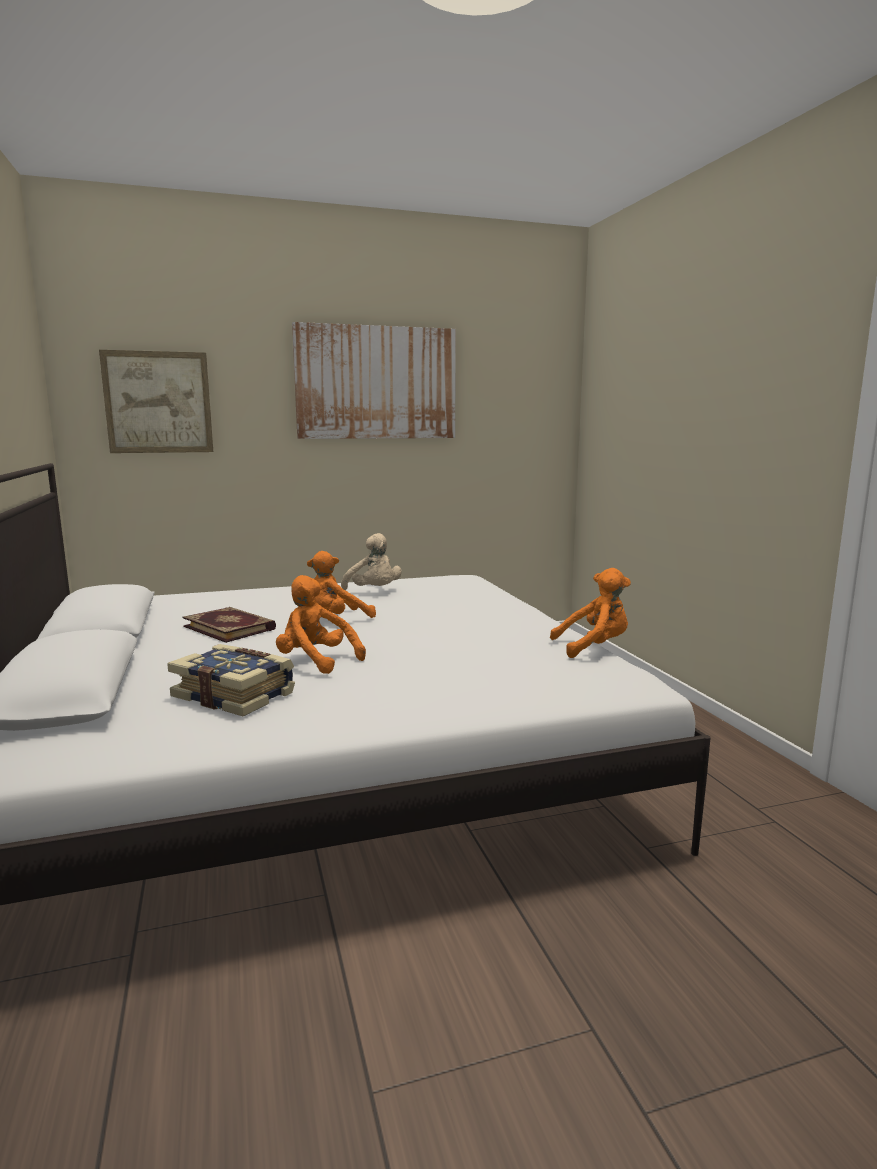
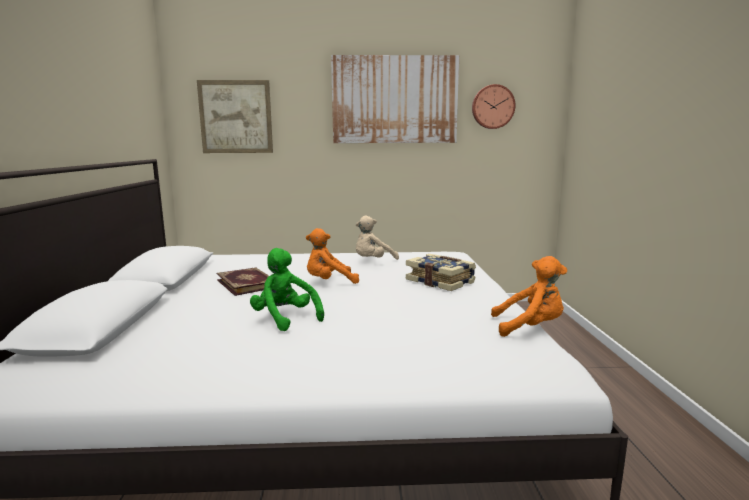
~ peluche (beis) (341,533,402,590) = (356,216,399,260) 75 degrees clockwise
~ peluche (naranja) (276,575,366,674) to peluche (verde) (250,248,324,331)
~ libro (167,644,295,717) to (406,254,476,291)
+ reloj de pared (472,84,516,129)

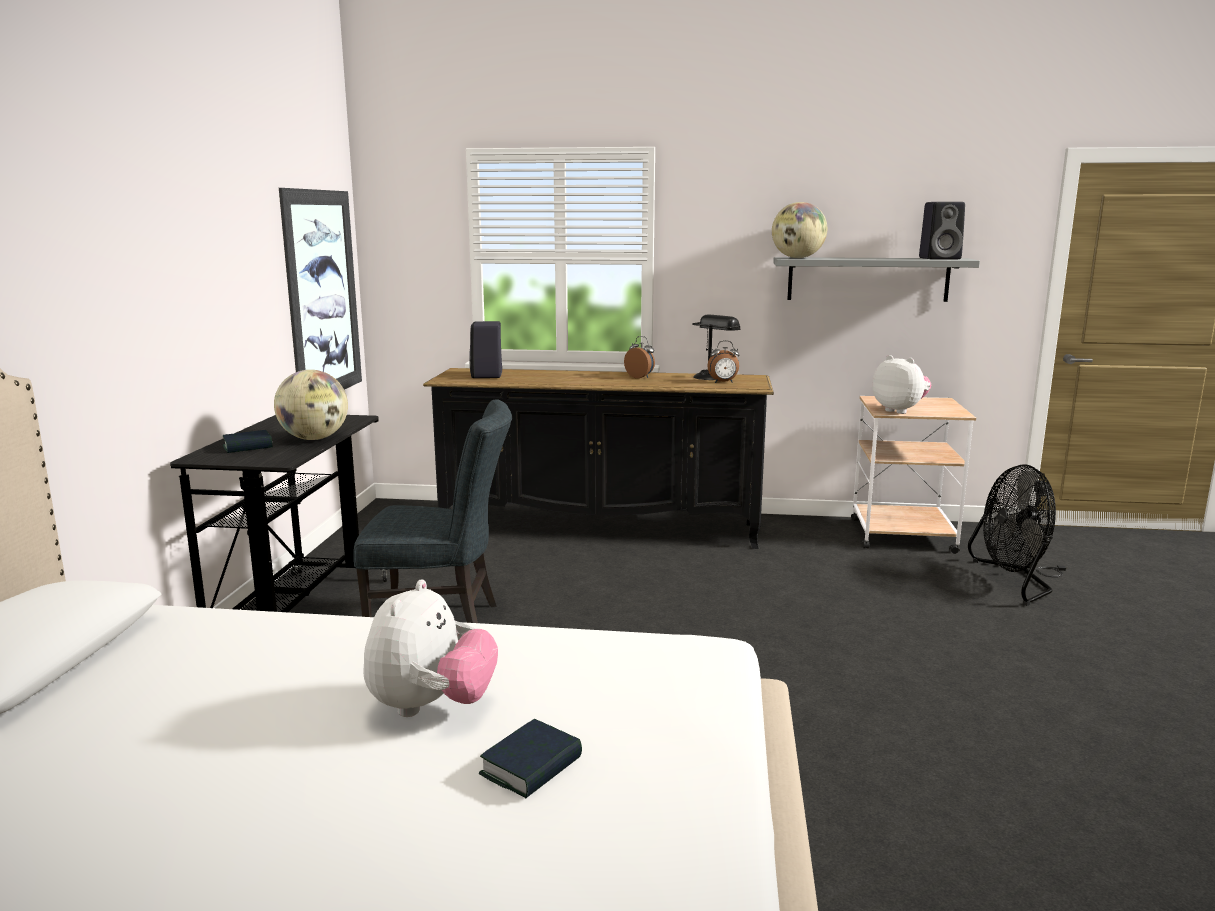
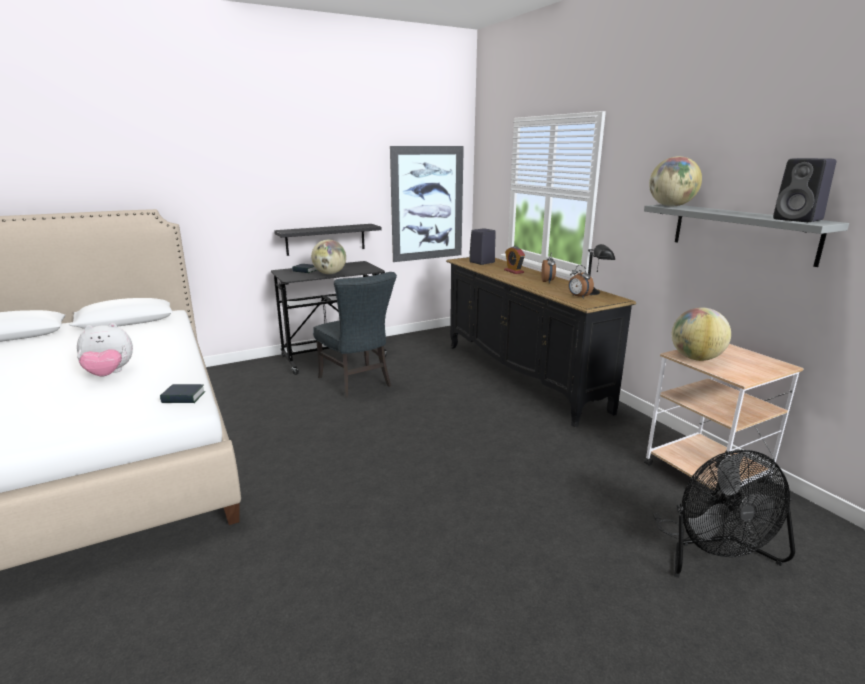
~ peluche (872,355,931,414) to globo terráqueo (672,307,731,361)
~ ventilador (negro) (968,464,1067,606) = (653,449,795,578) 150 degrees counterclockwise
~ libro (479,719,582,798) to (160,384,205,403)
+ estante (negro) (274,224,382,256)
+ despertador (504,246,525,274)

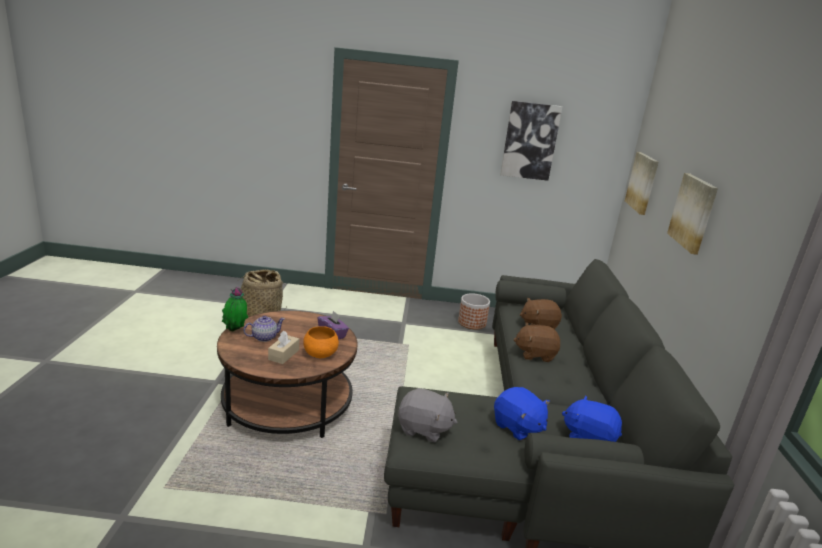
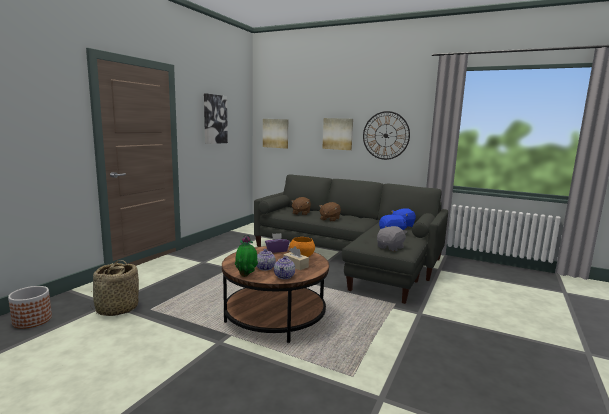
~ maceta (458,293,490,329) to (8,286,52,329)
+ reloj de pared (363,111,410,160)
+ tetera (274,256,295,279)

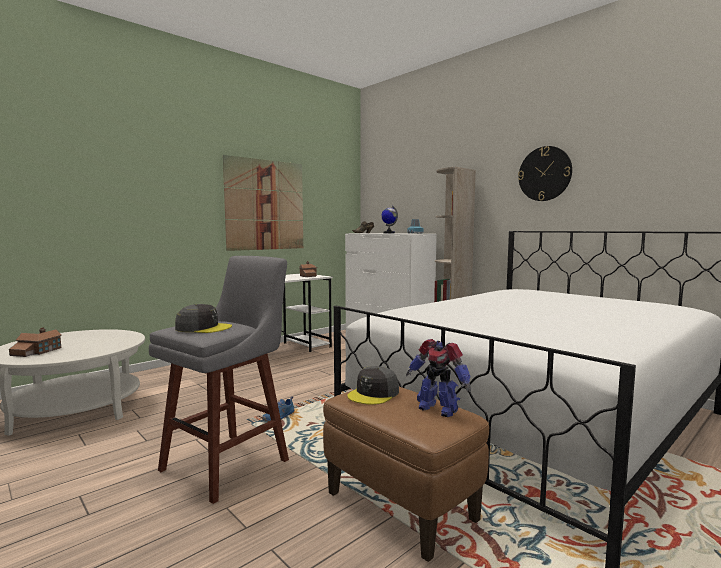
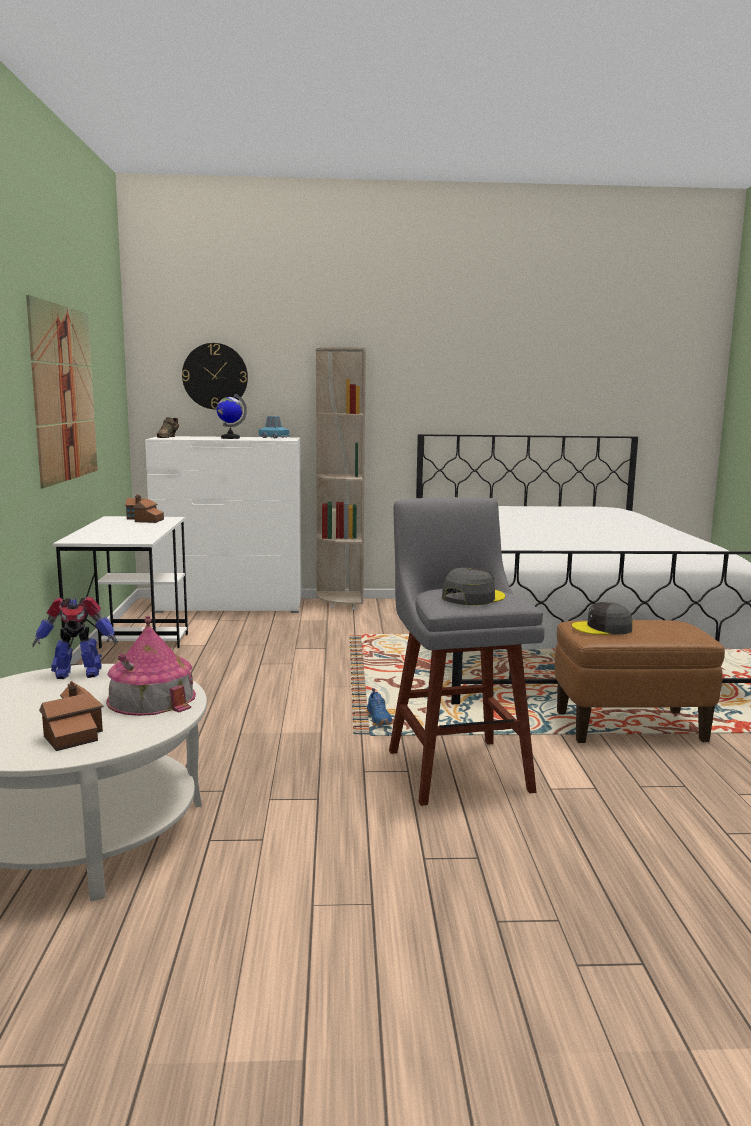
~ reloj de pared (518,146,572,201) to (182,343,248,409)
~ robot de juguete (406,339,471,417) to (32,597,117,679)
~ gorra (gris) (348,366,399,405) = (572,602,633,635) 105 degrees clockwise
+ casita (106,615,196,716)

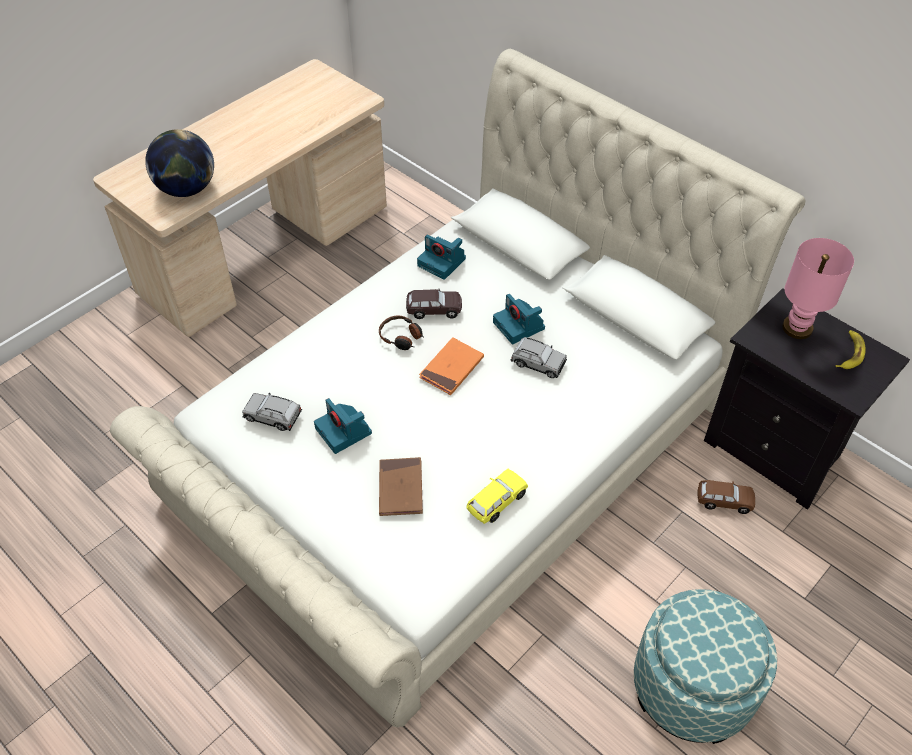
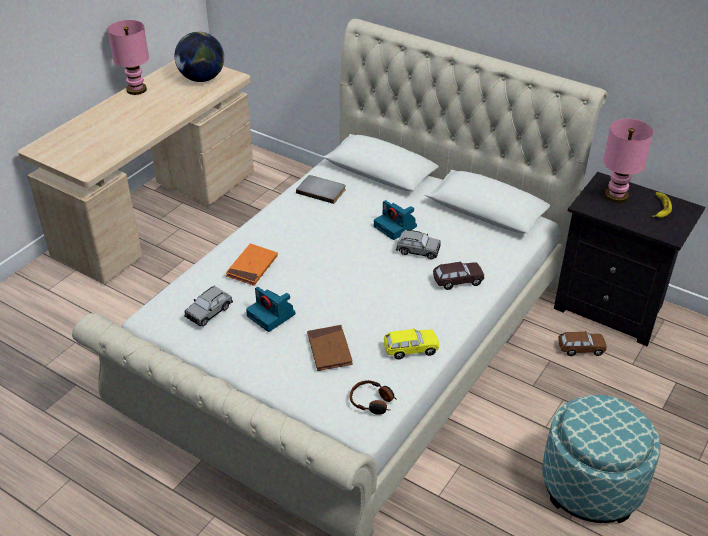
~ globo terráqueo (145,129,214,197) to (175,32,224,82)
~ cámara (417,235,466,280) to libro (gris) (296,175,346,204)
~ coche de juguete (marrón) (406,289,462,319) to (433,261,484,290)
~ auriculares (379,316,424,350) to (350,380,397,415)
~ libro (naranja) (419,337,484,395) to (226,244,278,285)
~ coche de juguete (gris) (242,393,302,431) = (184,286,233,326) 60 degrees counterclockwise
~ coche de juguete (amarillo) (467,469,528,524) = (384,328,439,360) 45 degrees clockwise
+ lámpara de mesa (rosa) (107,20,149,95)

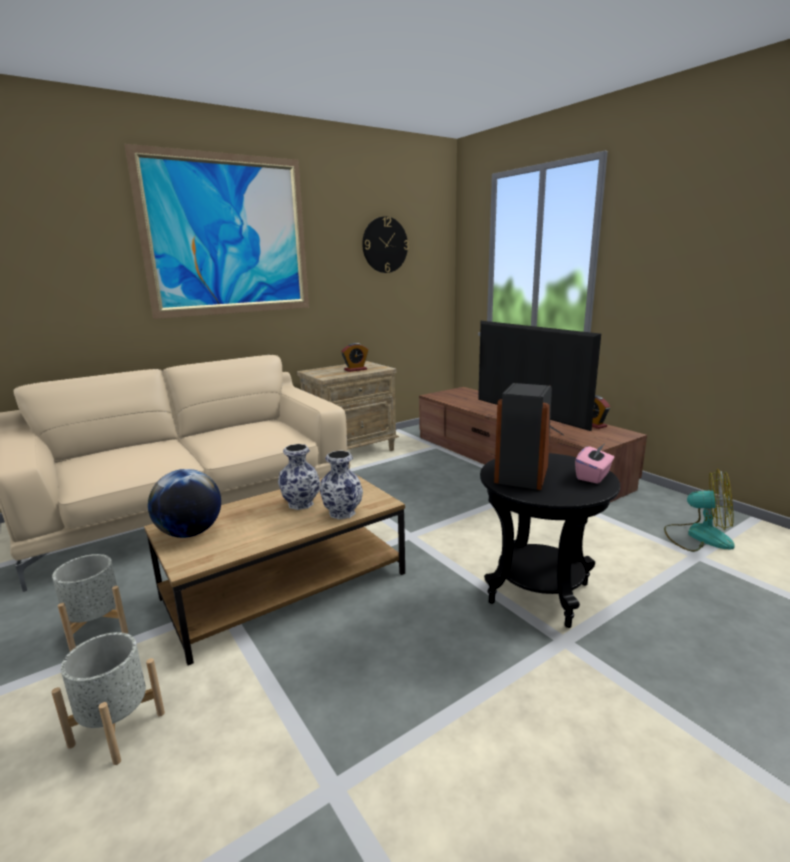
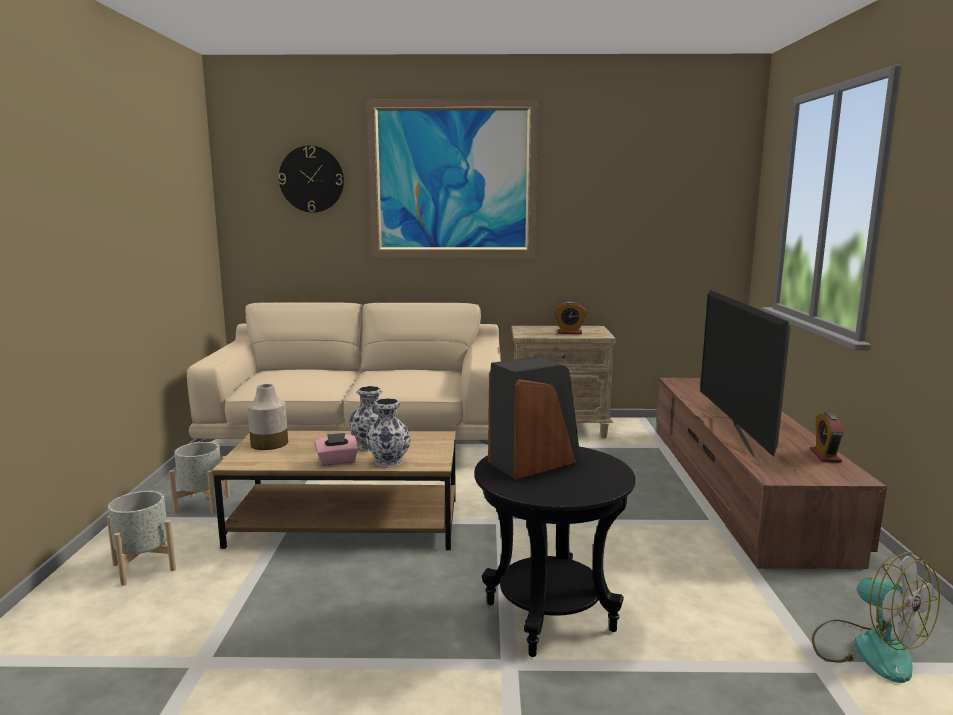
~ reloj de pared (362,216,409,273) to (279,146,344,213)
~ caja de pañuelos (rosa) (575,443,614,484) to (315,433,358,466)
~ globo terráqueo (148,469,221,538) to florero (beis) (248,384,288,450)

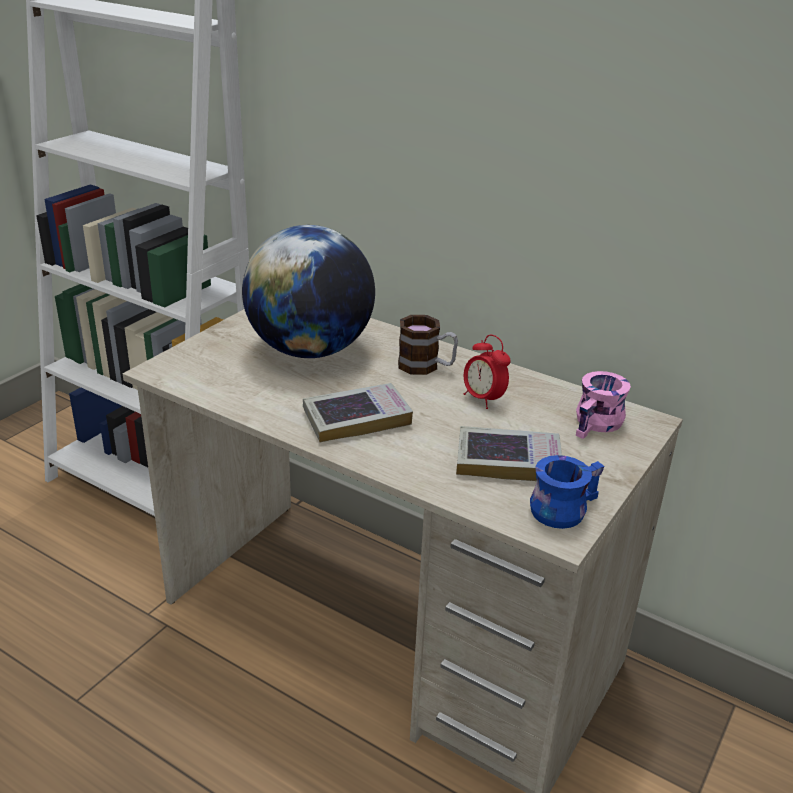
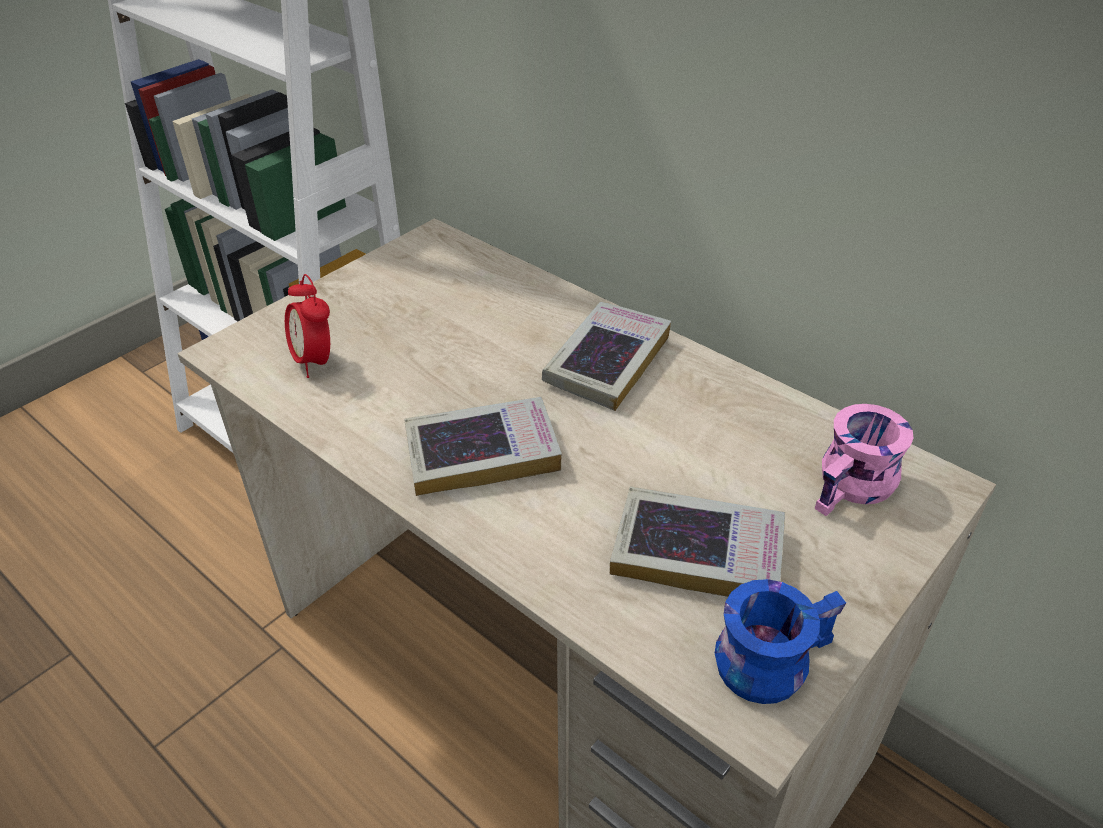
- globo terráqueo (242,225,375,358)
~ taza grande (398,315,458,375) to libro (542,302,671,411)
~ despertador (464,334,511,409) to (285,274,330,378)

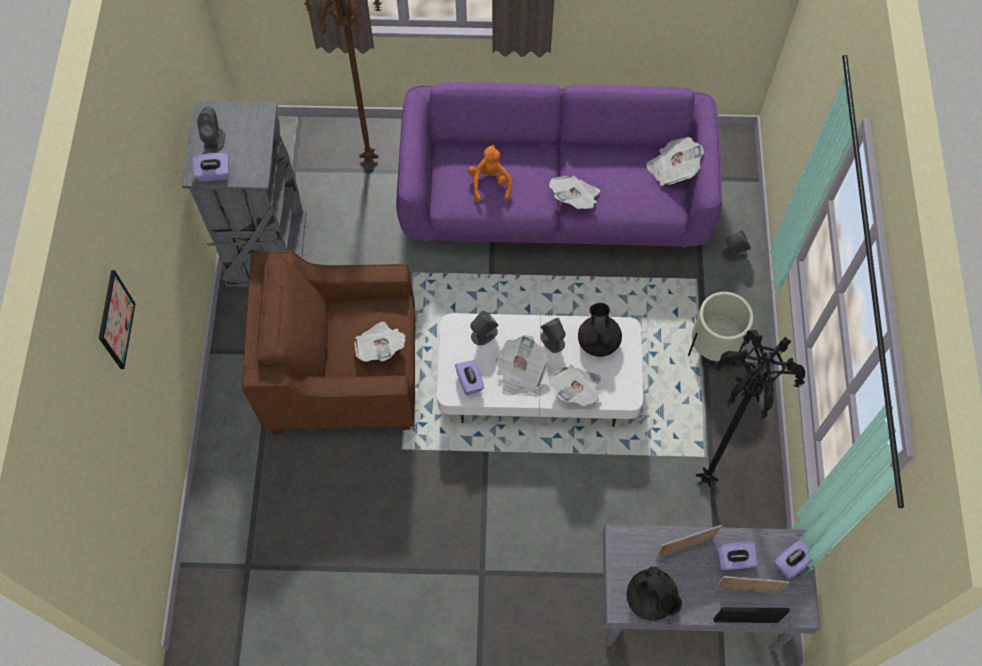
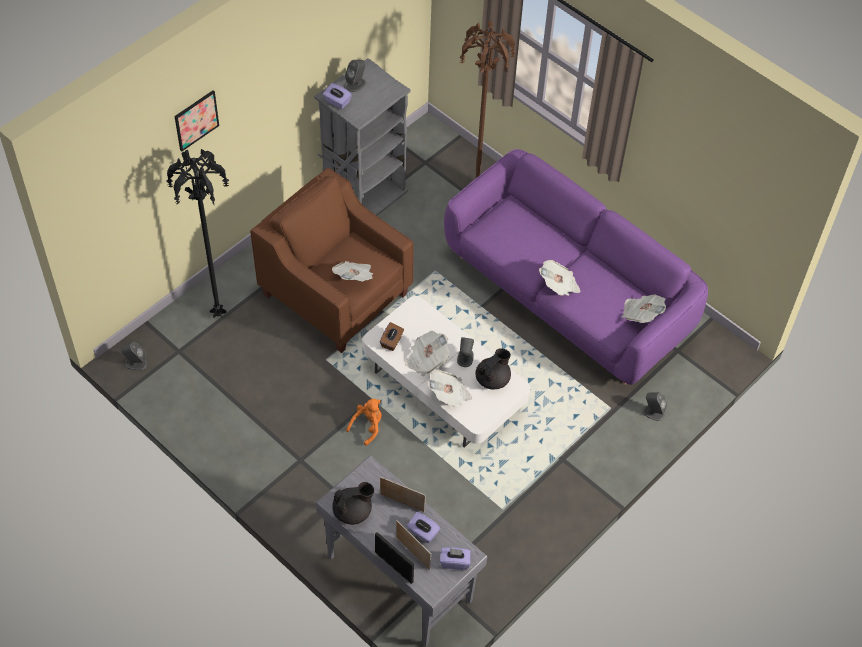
~ peluche (naranja) (468,145,512,202) to (346,399,382,446)
- maceta (beis) (688,292,753,365)
~ altavoz (gris) (470,310,498,346) to (121,342,147,370)
~ lámpara de pie (negro) (696,330,805,488) to (166,149,229,318)
~ caja de pañuelos (morado) (455,360,484,395) to caja de pañuelos (marrón) (380,322,404,351)
~ tetera (negro) (627,566,682,621) = (332,482,374,525) 120 degrees counterclockwise

